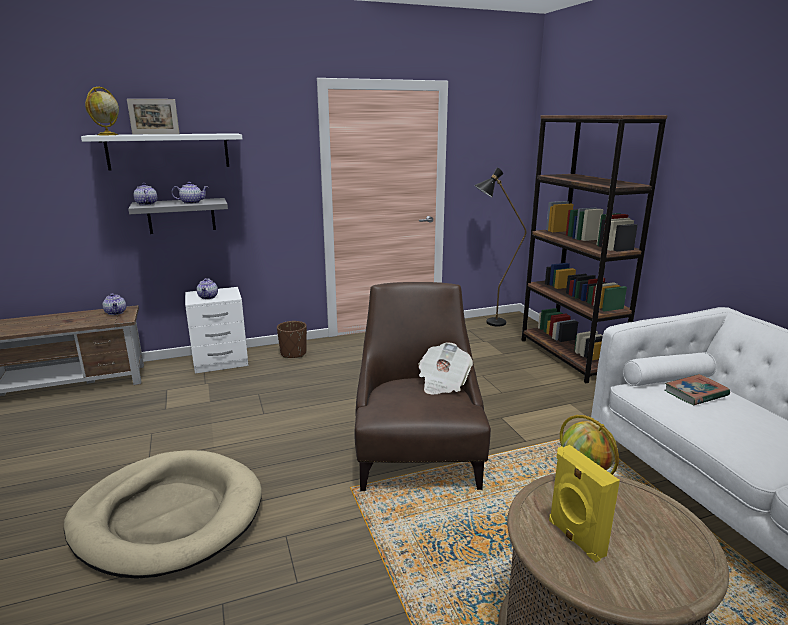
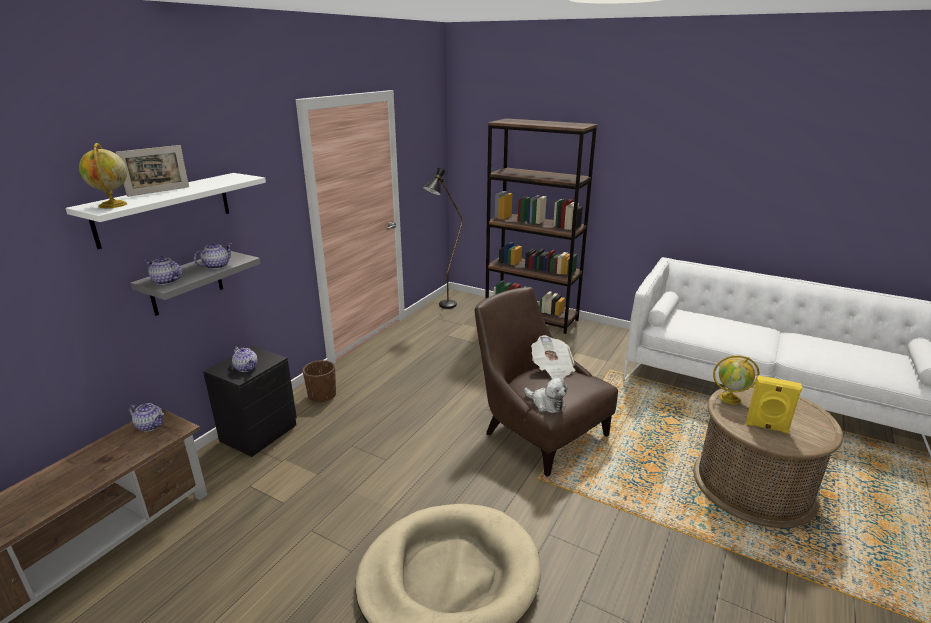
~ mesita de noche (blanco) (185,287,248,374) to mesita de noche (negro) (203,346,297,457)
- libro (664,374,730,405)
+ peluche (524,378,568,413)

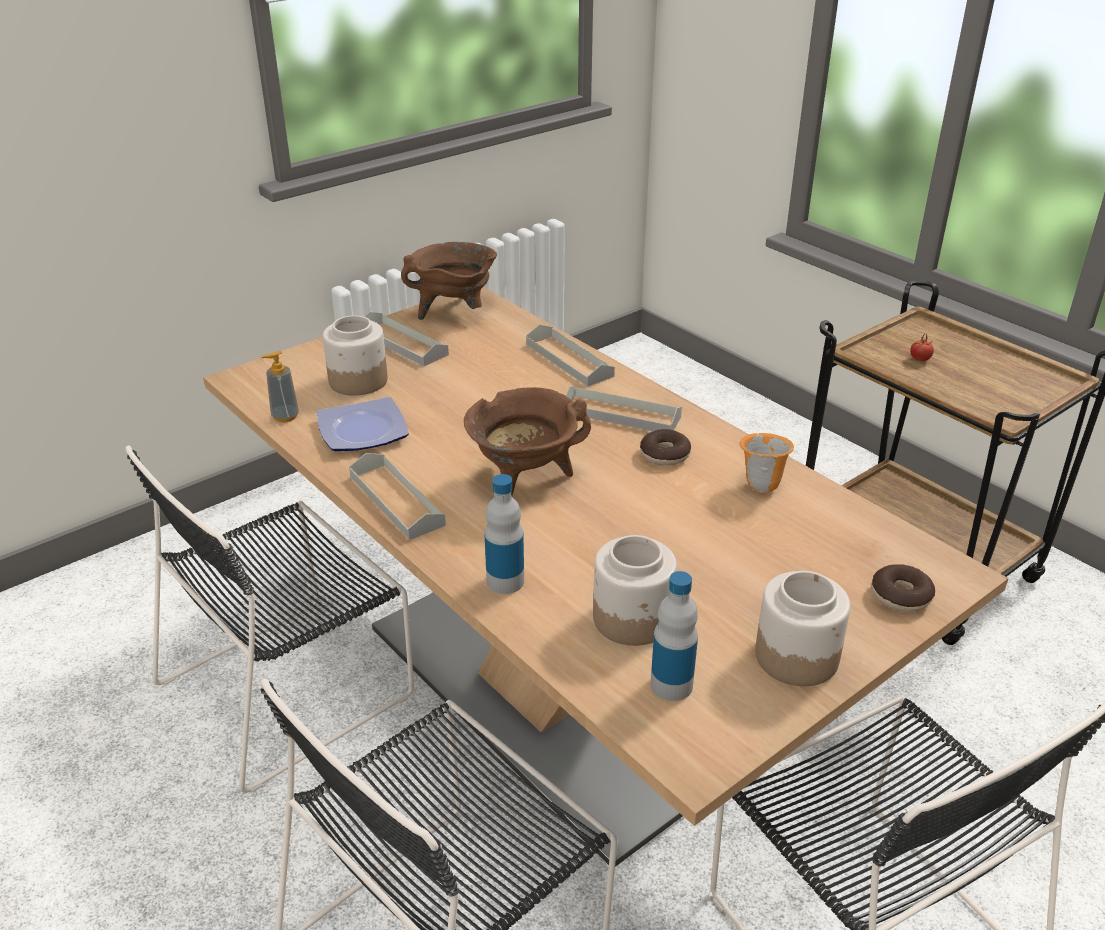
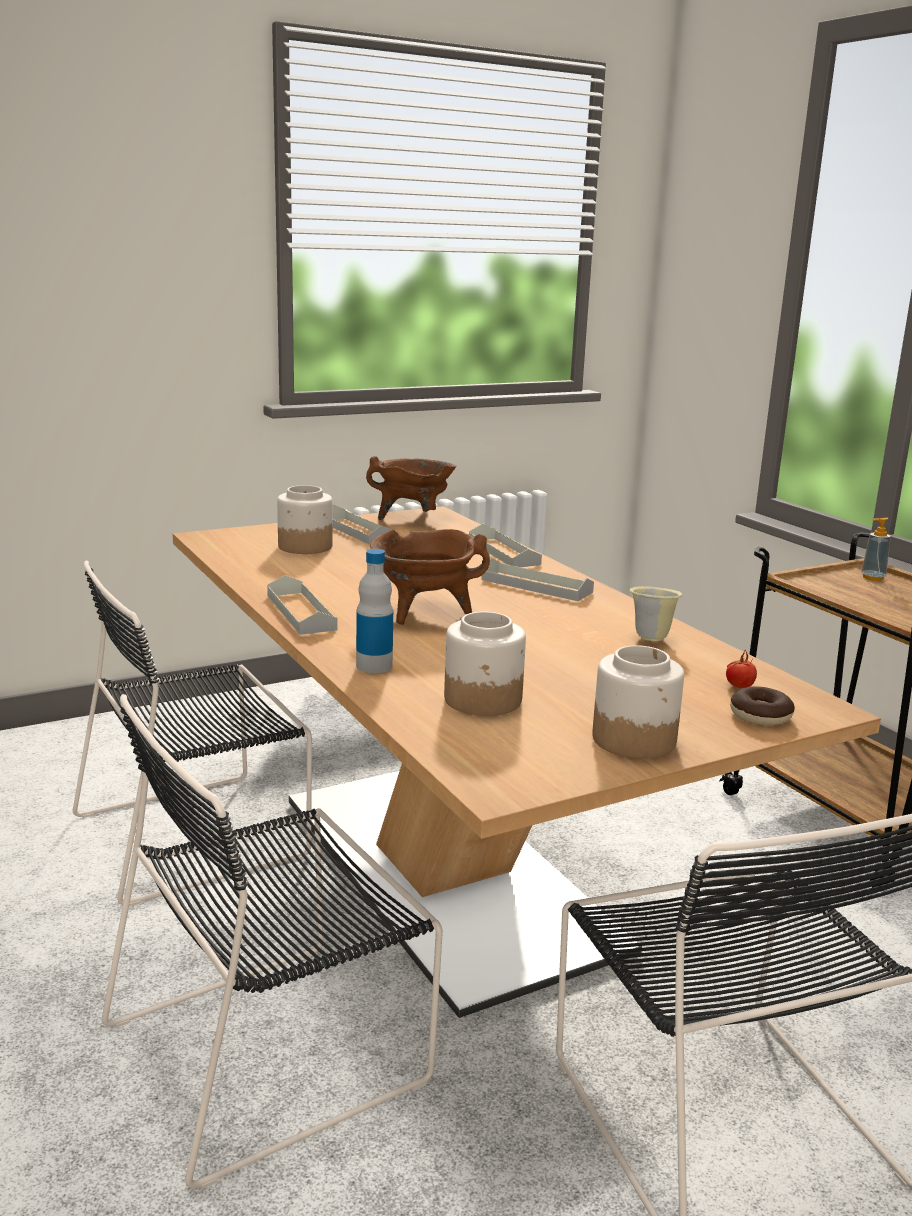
~ tomate (910,333,934,361) to (726,651,757,688)
~ dispensador de jabón (261,351,299,422) to (861,518,891,581)
- plato (317,397,409,451)
- rosquilla (640,429,691,466)
~ taza grande (naranja) (740,433,794,493) to taza grande (beis) (629,586,683,641)
- botella (651,571,698,701)

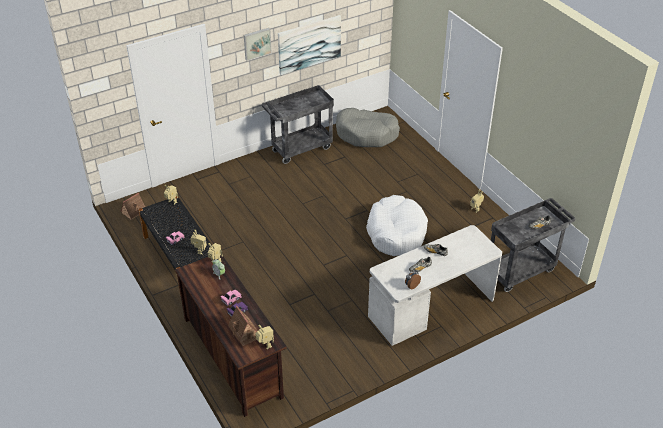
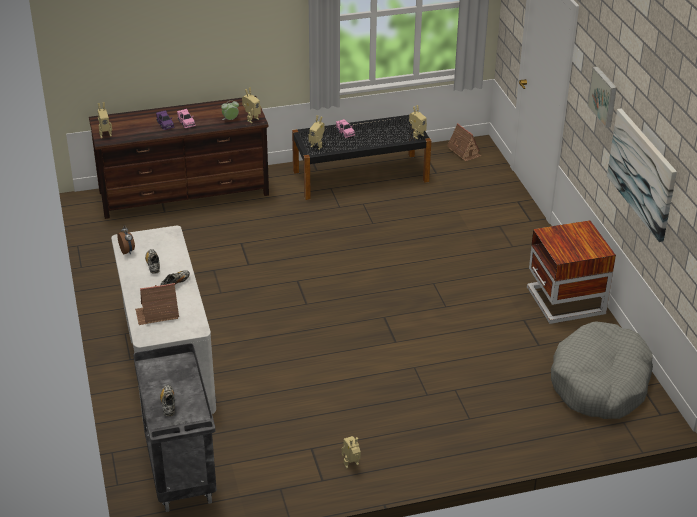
~ carrito (gris) (262,85,334,164) to mesita de noche (527,220,616,324)
- cama para perro (blanco) (366,195,428,256)
~ casita (228,306,258,346) to (135,283,179,325)

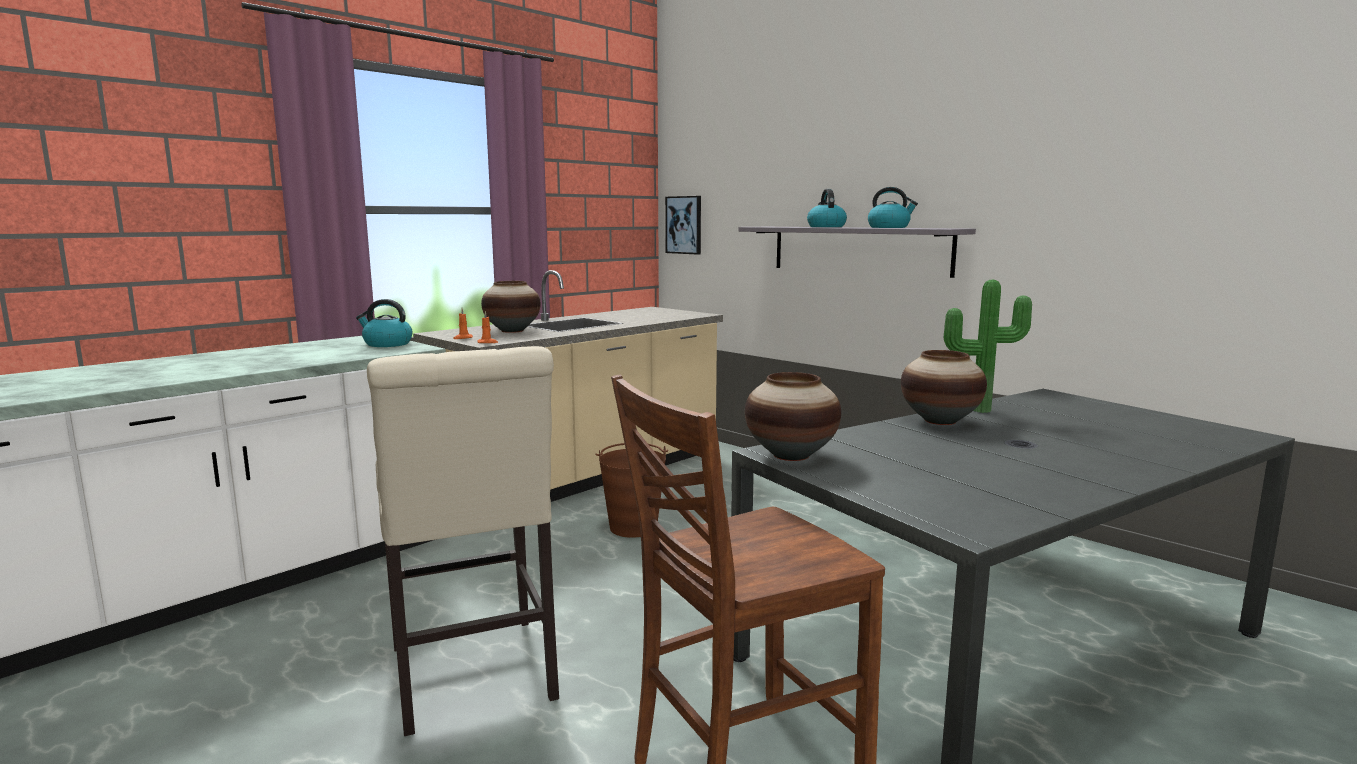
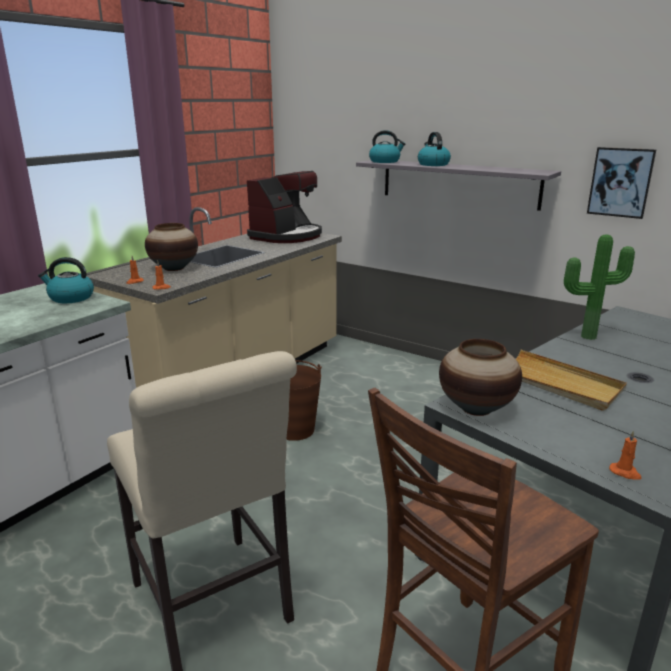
~ hervidor (868,187,918,228) to (369,130,405,163)
~ cuadro (665,196,701,255) to (587,147,657,219)
- florero (901,350,987,425)
+ cafetera (247,171,322,243)
+ bandeja (beis) (516,350,627,411)
+ vela (naranja) (609,431,642,480)

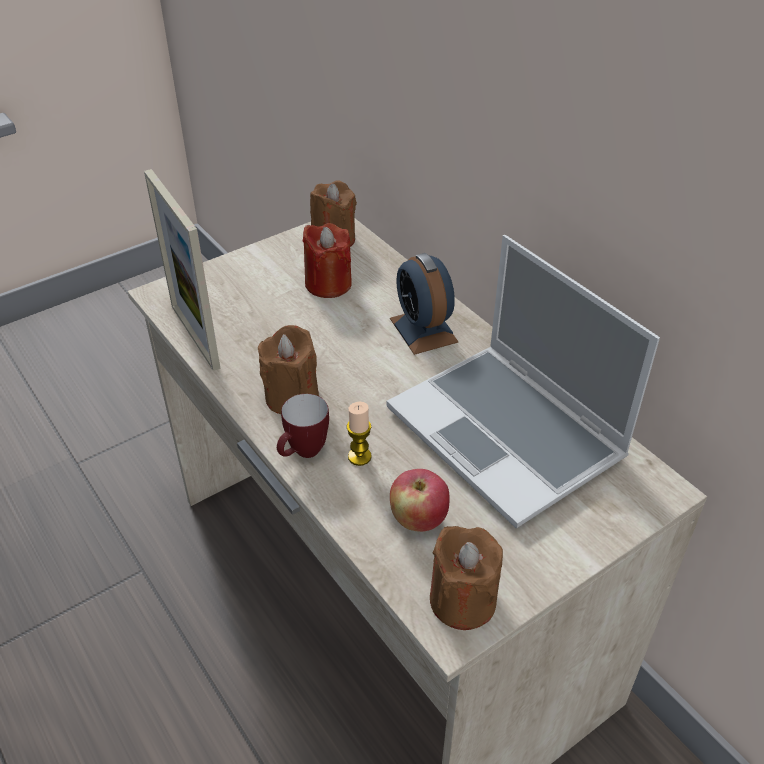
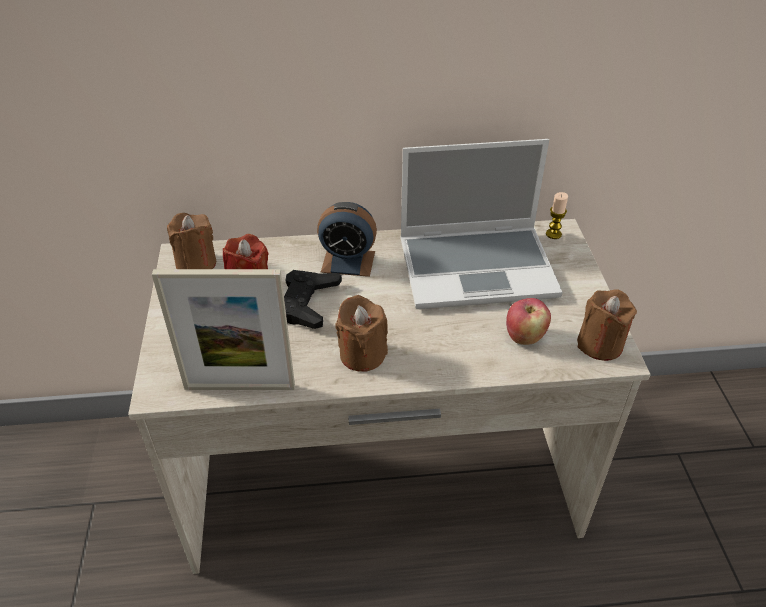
- taza grande (277,394,329,458)
~ vela (347,402,372,466) to (546,192,568,239)
+ mando de consola (negro) (284,270,342,329)

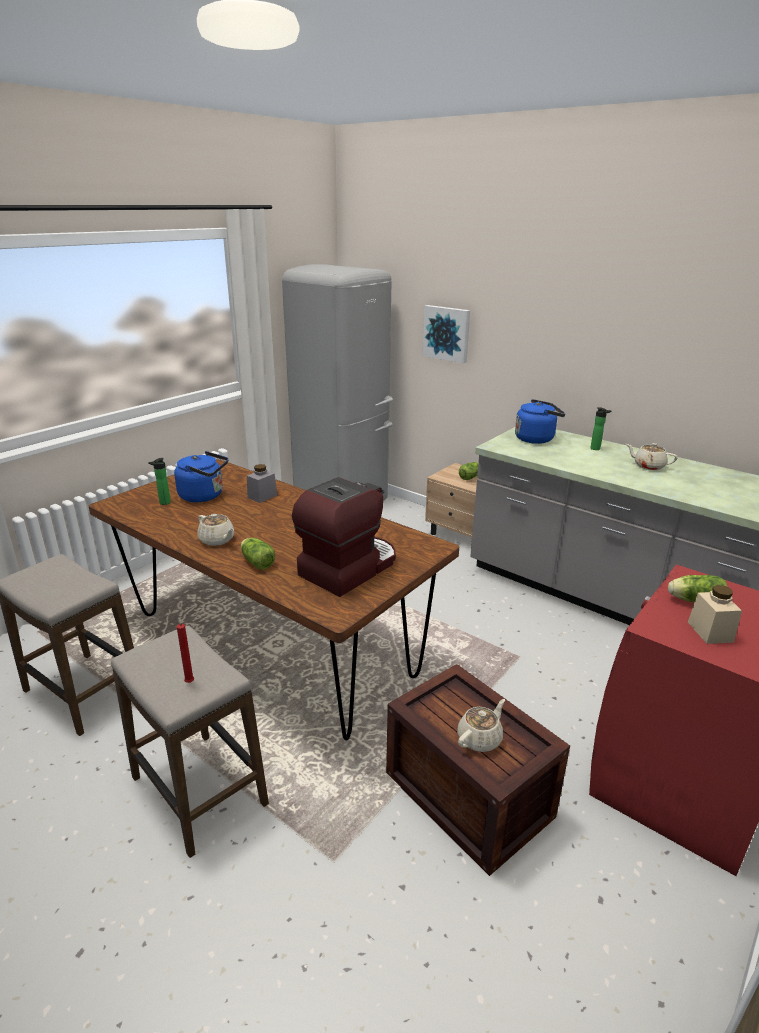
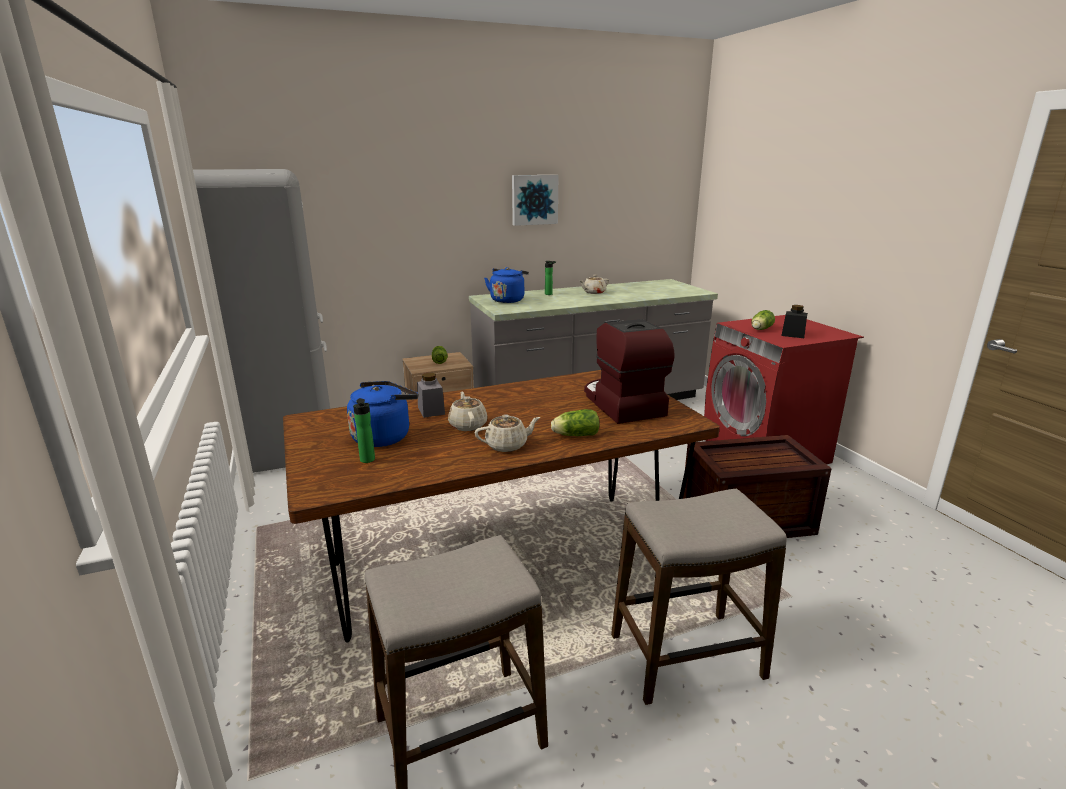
~ cuadro (422,305,470,363) to (512,175,558,226)
~ tarro (beis) (688,585,742,644) to tarro (negro) (781,305,807,338)
- vela (rojo) (177,623,194,683)
~ tetera (beis) (457,699,505,752) to (448,392,487,431)

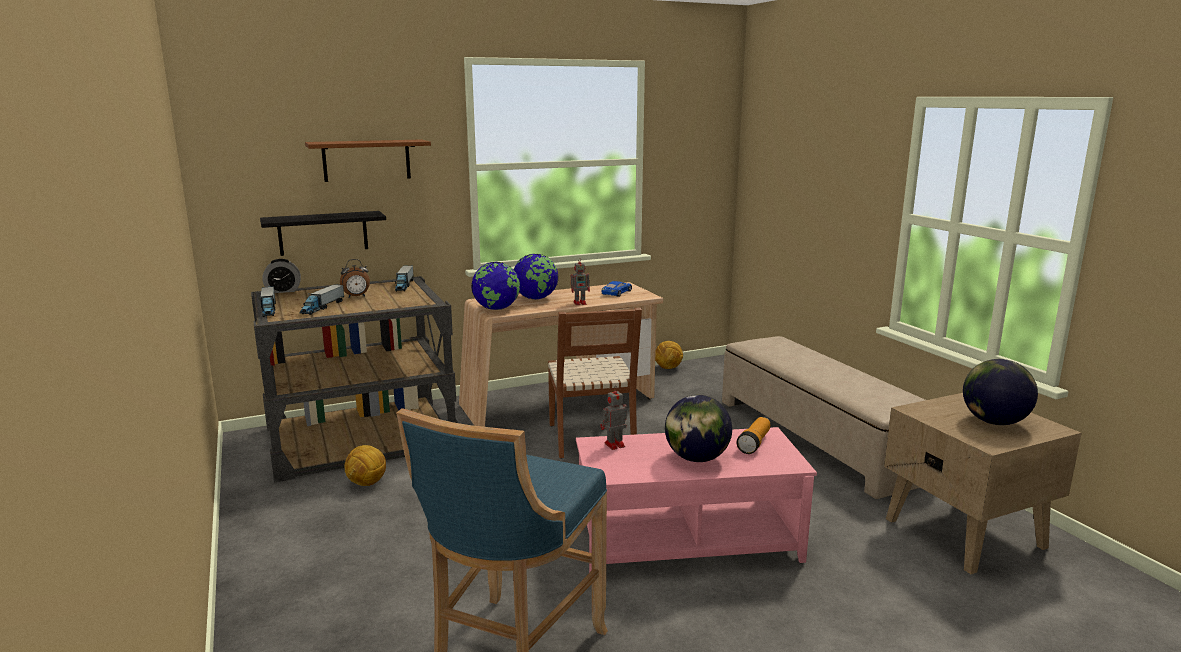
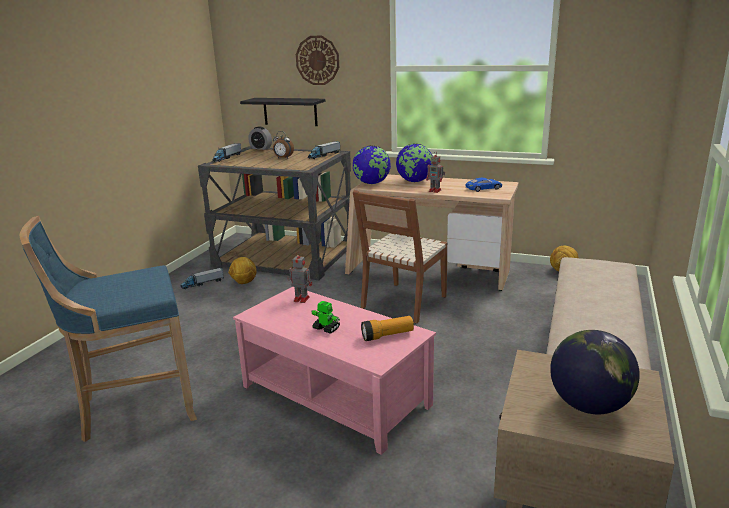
~ estante (marrón) (305,139,431,182) to reloj de pared (296,35,339,85)
~ camión de juguete (300,285,344,315) to (181,268,224,289)
~ globo terráqueo (665,395,732,462) to robot de juguete (311,301,340,333)

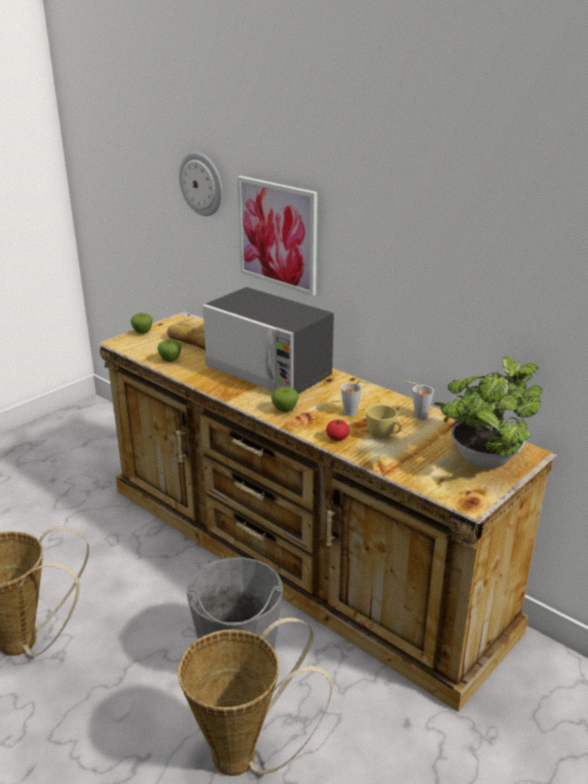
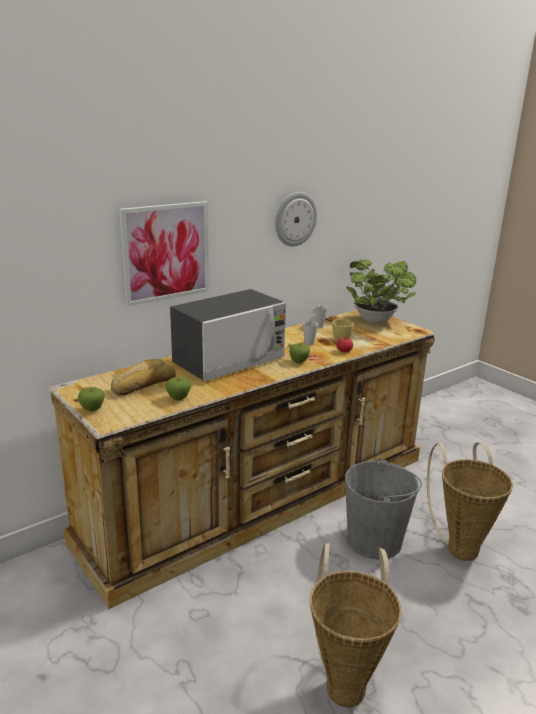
~ reloj de pared (179,152,222,216) to (275,192,317,247)

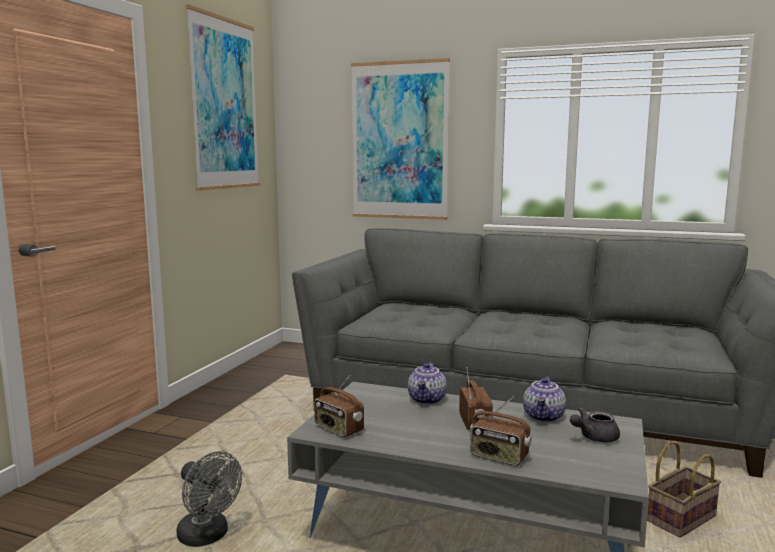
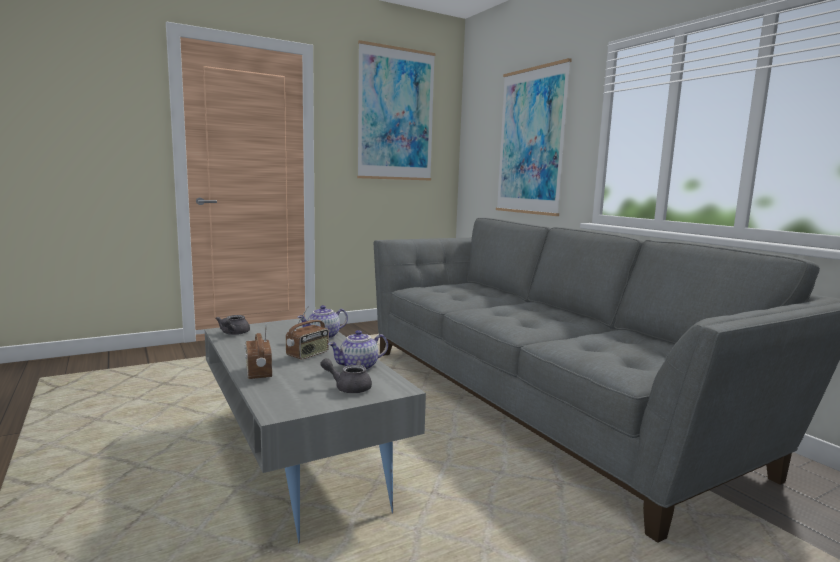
~ radio (314,375,364,437) to tetera (gris) (215,315,250,335)
- cesta (647,441,721,538)
- ventilador (gris) (176,451,242,547)

